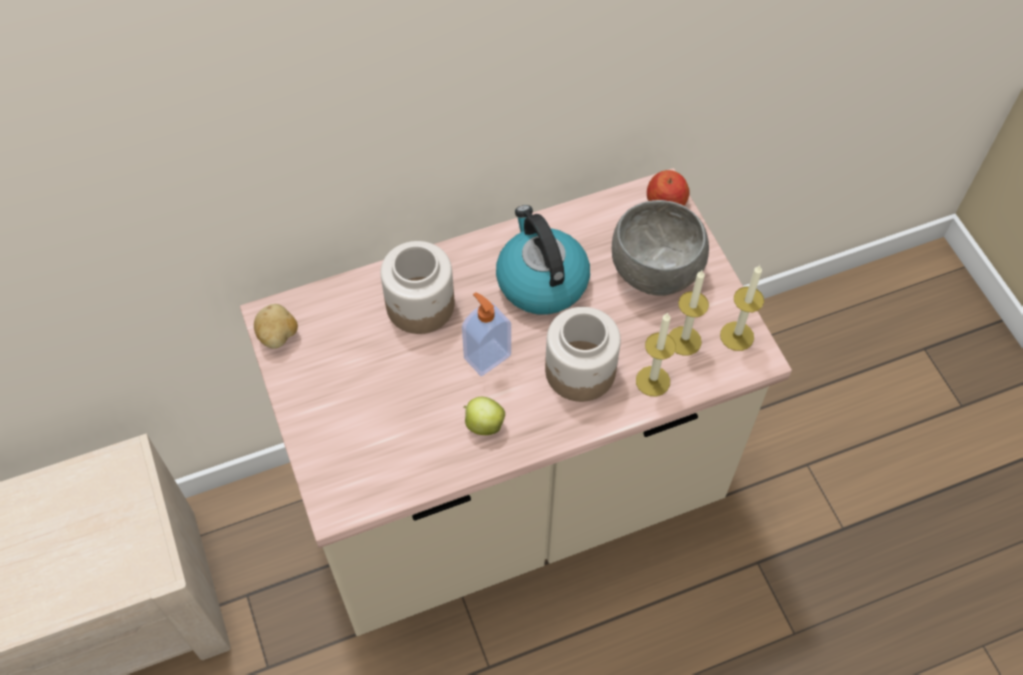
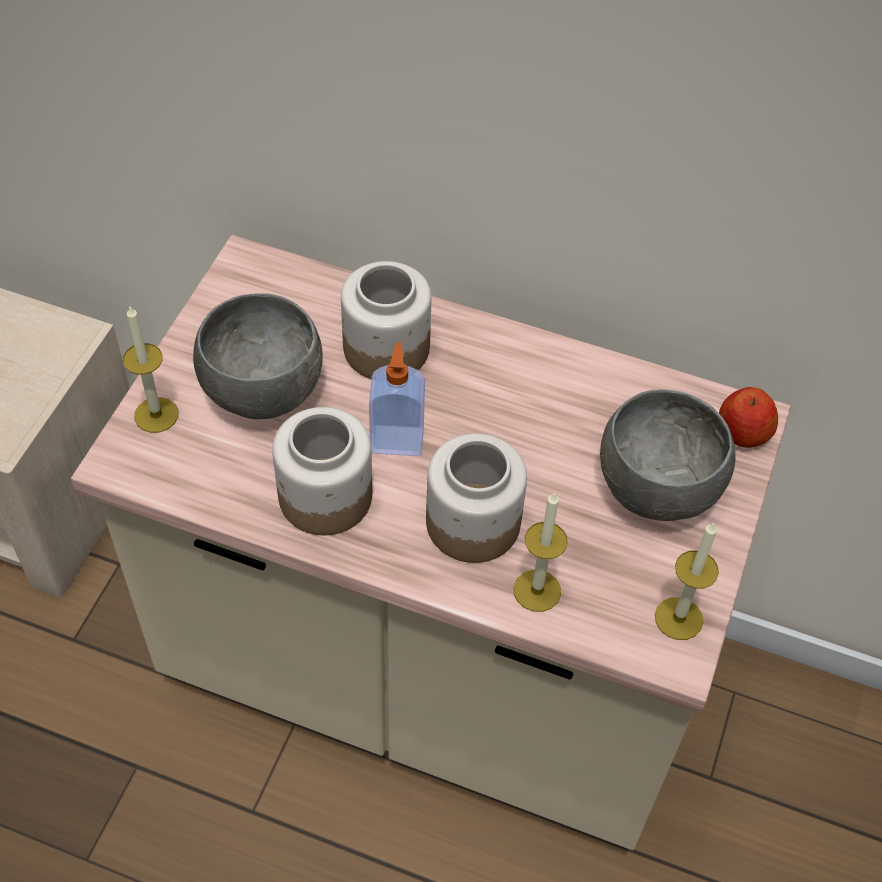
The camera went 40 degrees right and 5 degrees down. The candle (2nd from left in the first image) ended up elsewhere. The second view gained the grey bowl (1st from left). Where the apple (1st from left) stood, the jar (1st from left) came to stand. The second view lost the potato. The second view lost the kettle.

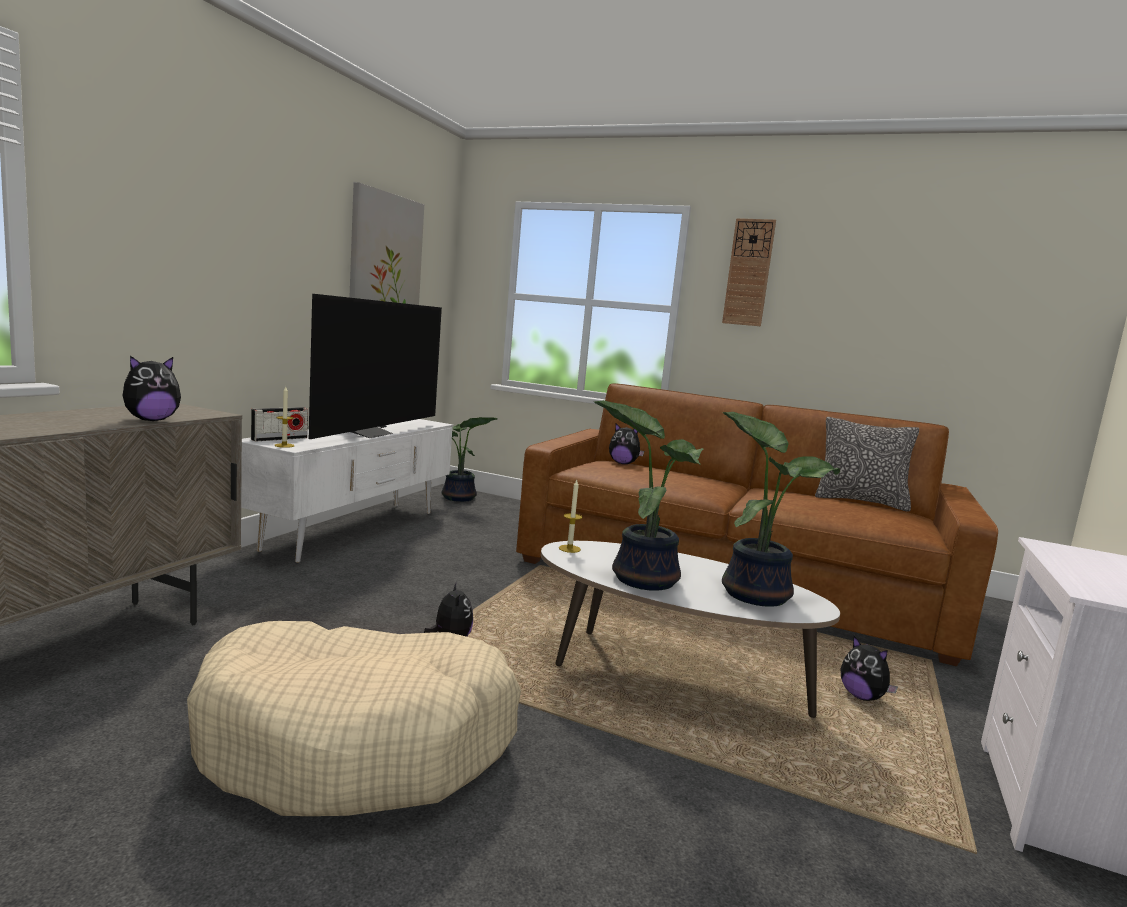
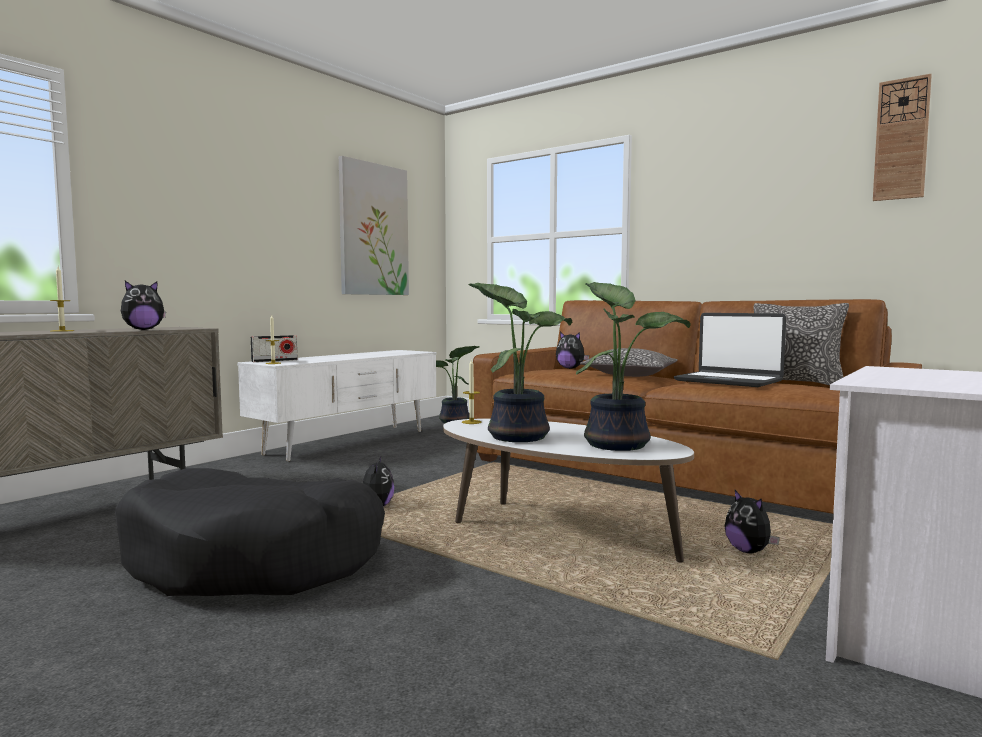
The camera went 15 degrees right and 5 degrees down. The second view gained the candle (1st from left). What was the beige dog bed turned into the black dog bed. The second view gained the pillow (1st from left). The second view gained the laptop. The wall clock ended up elsewhere. The second view lost the television.

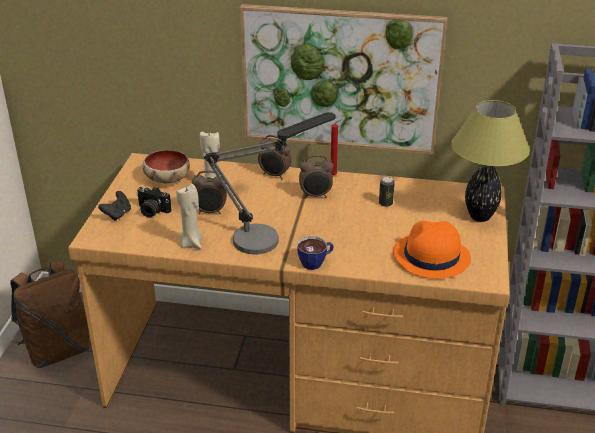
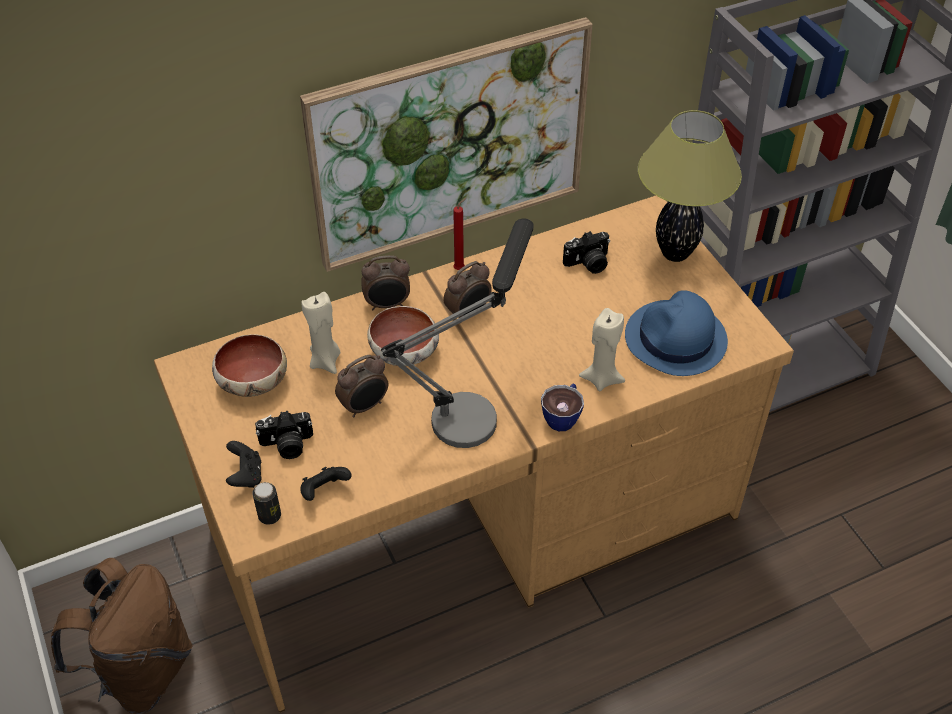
The camera went 35 degrees left and 15 degrees up. The can ended up elsewhere. The second view gained the black game controller (2nd from left). The second view gained the bowl (2nd from left). The second view gained the photo camera (2nd from left). The beige candle (1st from left in the first image) ended up elsewhere. What was the orange hat turned into the blue hat.

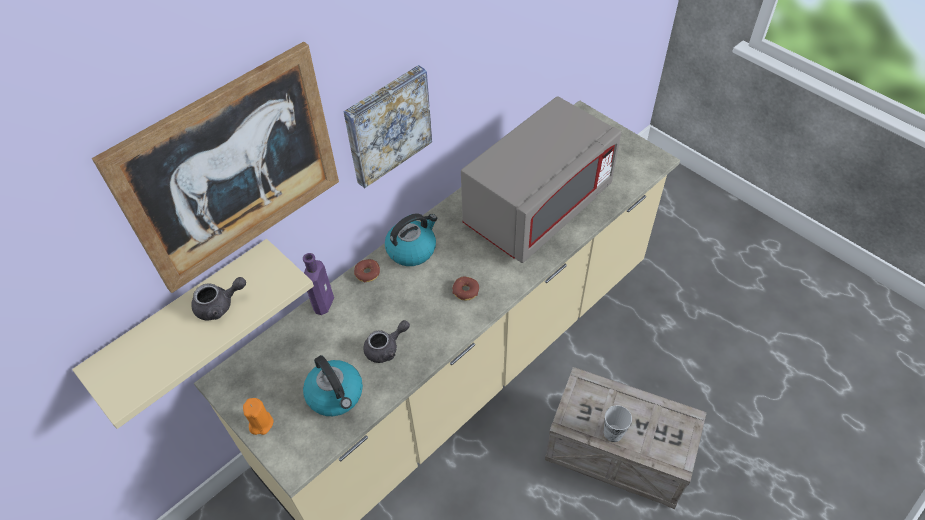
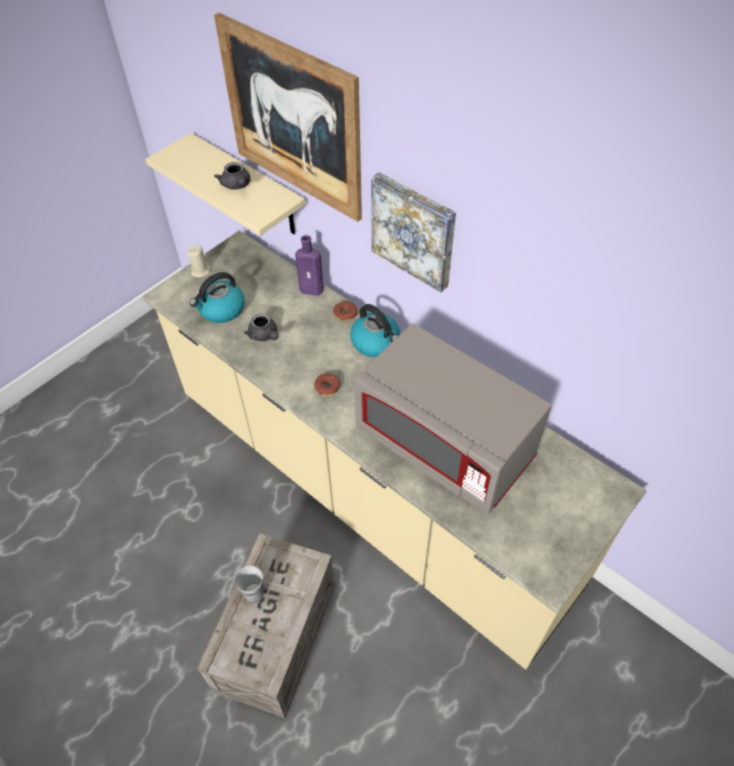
The camera went 85 degrees right and 0 degrees up. What was the orange candle turned into the beige candle.

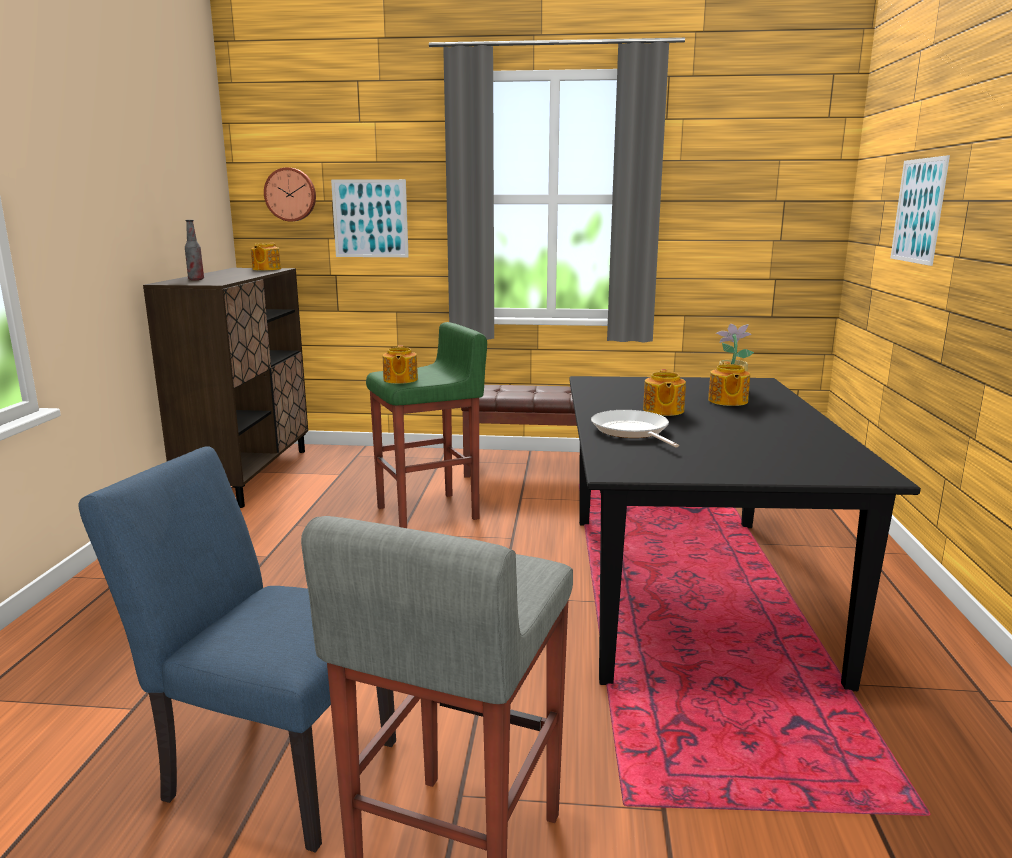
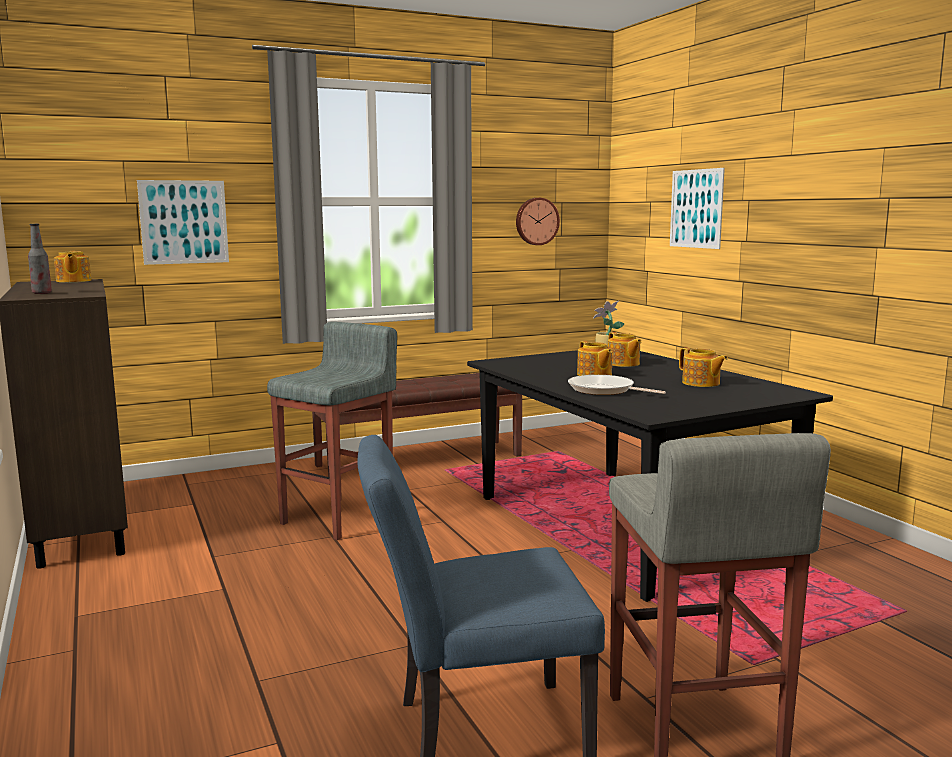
The camera went 30 degrees left and 5 degrees down. What was the green stool turned into the grey stool (1st from left). The wall clock ended up elsewhere. The teapot (2nd from left in the first image) ended up elsewhere.

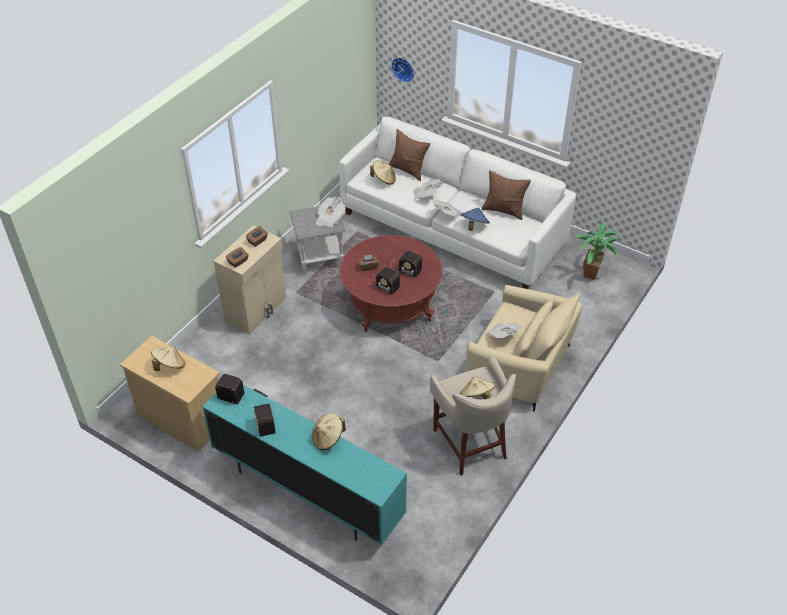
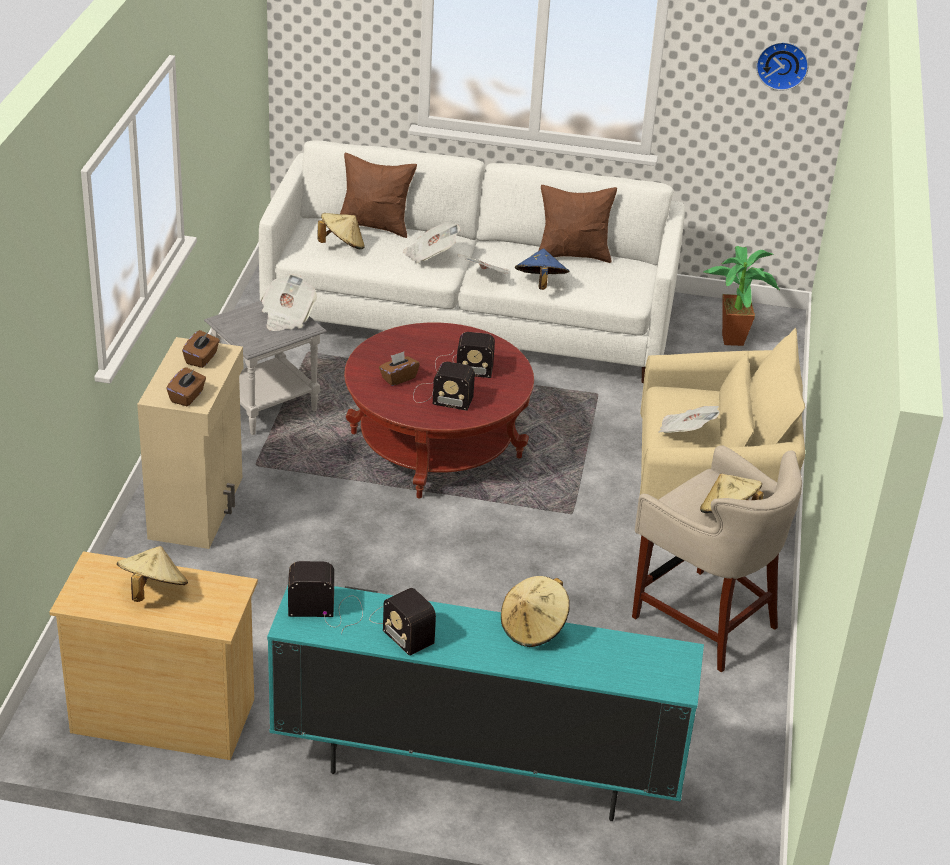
The camera went 25 degrees left and 10 degrees down. The wall clock ended up elsewhere.

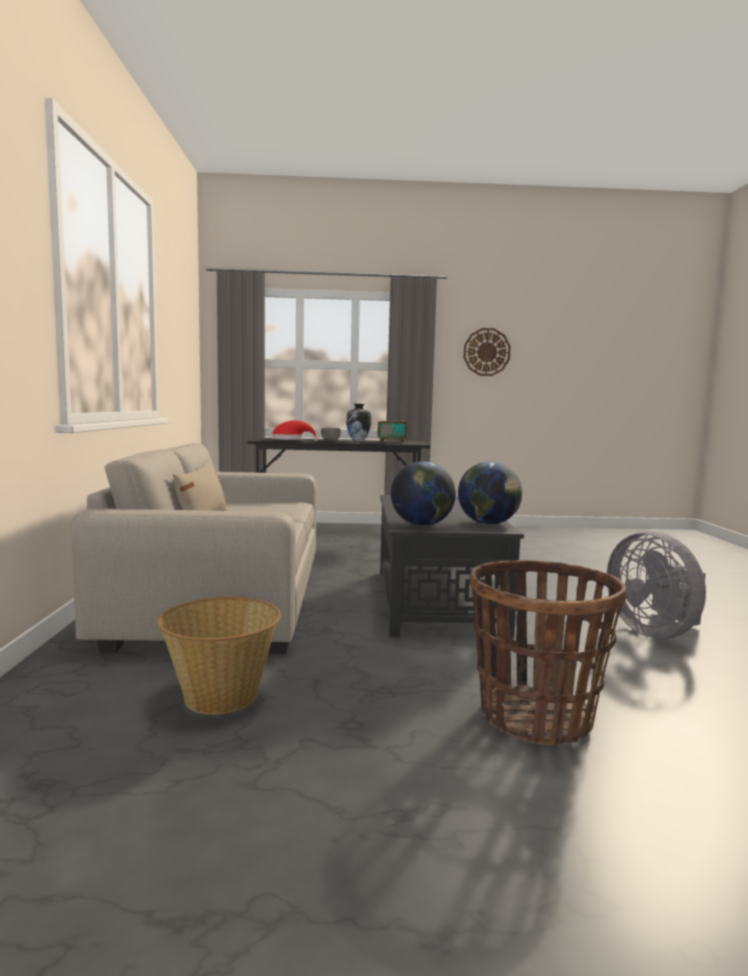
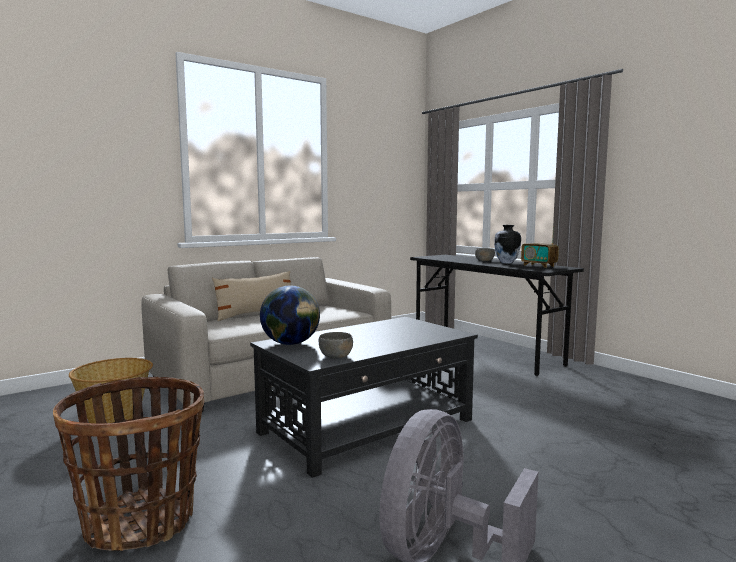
The camera went 55 degrees right and 0 degrees up. Where the globe (2nd from left) stood, the grey bowl (1st from left) came to stand. The second view lost the red hat. The second view lost the wall clock.

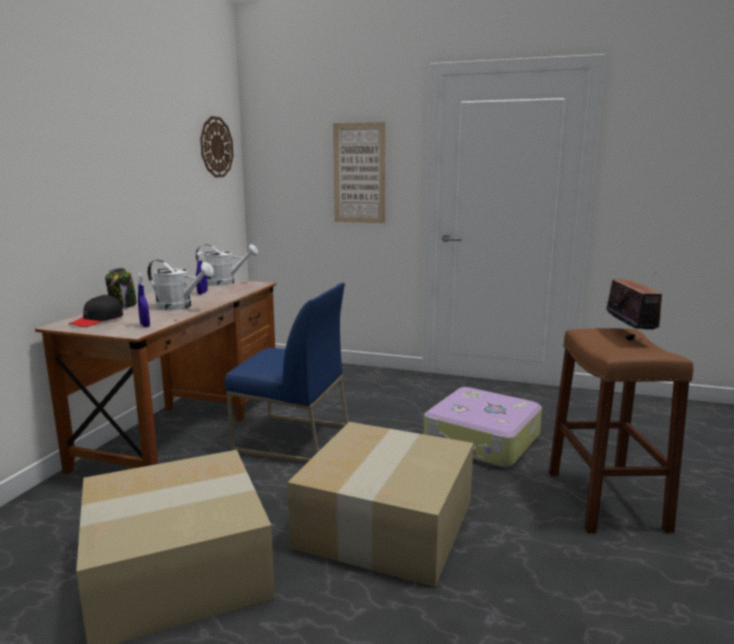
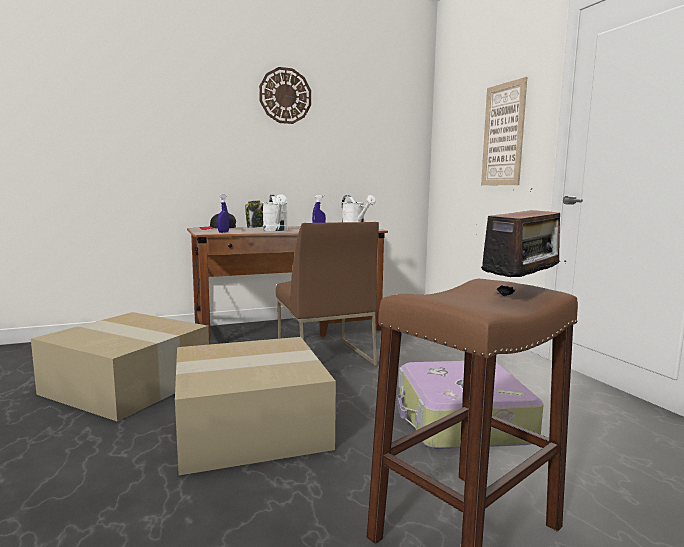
The camera went 50 degrees right and 5 degrees down. The wall clock ended up elsewhere. What was the blue chair turned into the brown chair.

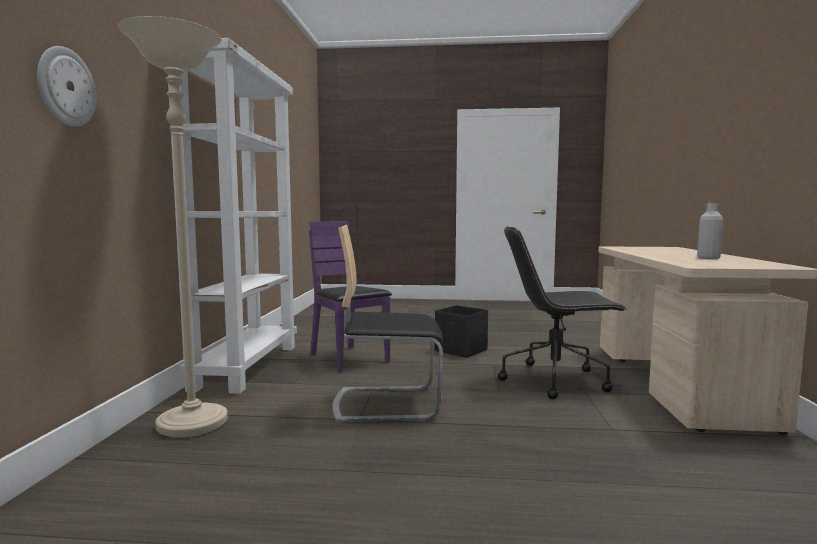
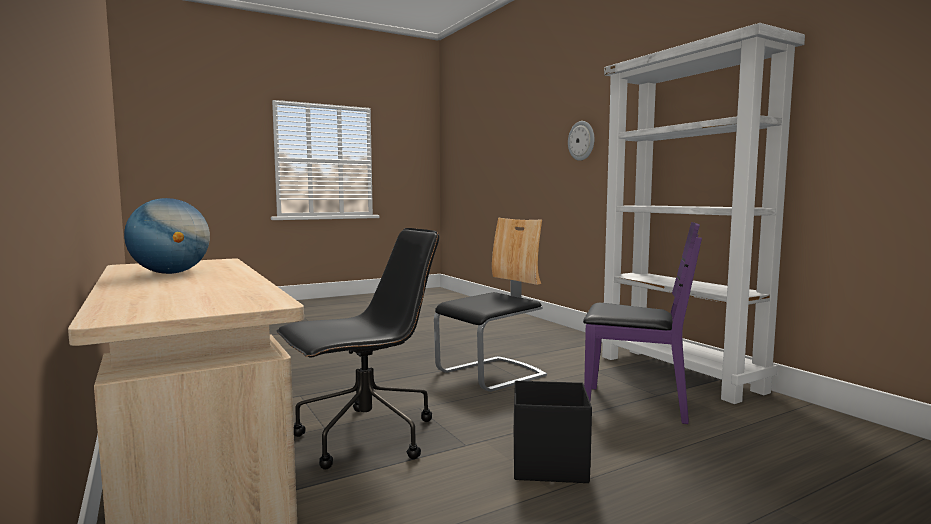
The camera went 145 degrees right and 0 degrees up. Where the grey bottle stood, the globe came to stand. The second view lost the beige floor lamp.

